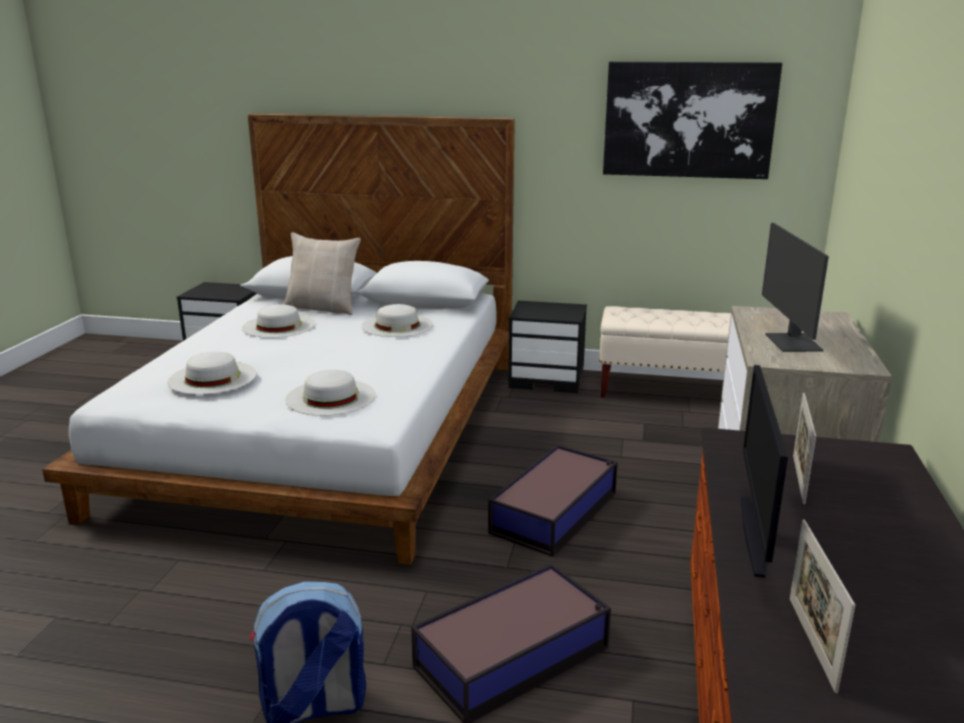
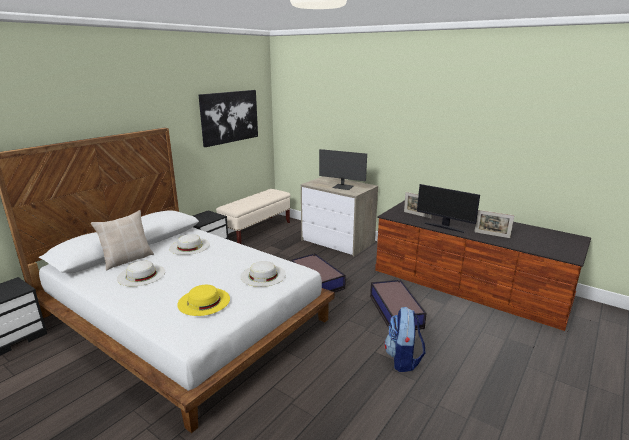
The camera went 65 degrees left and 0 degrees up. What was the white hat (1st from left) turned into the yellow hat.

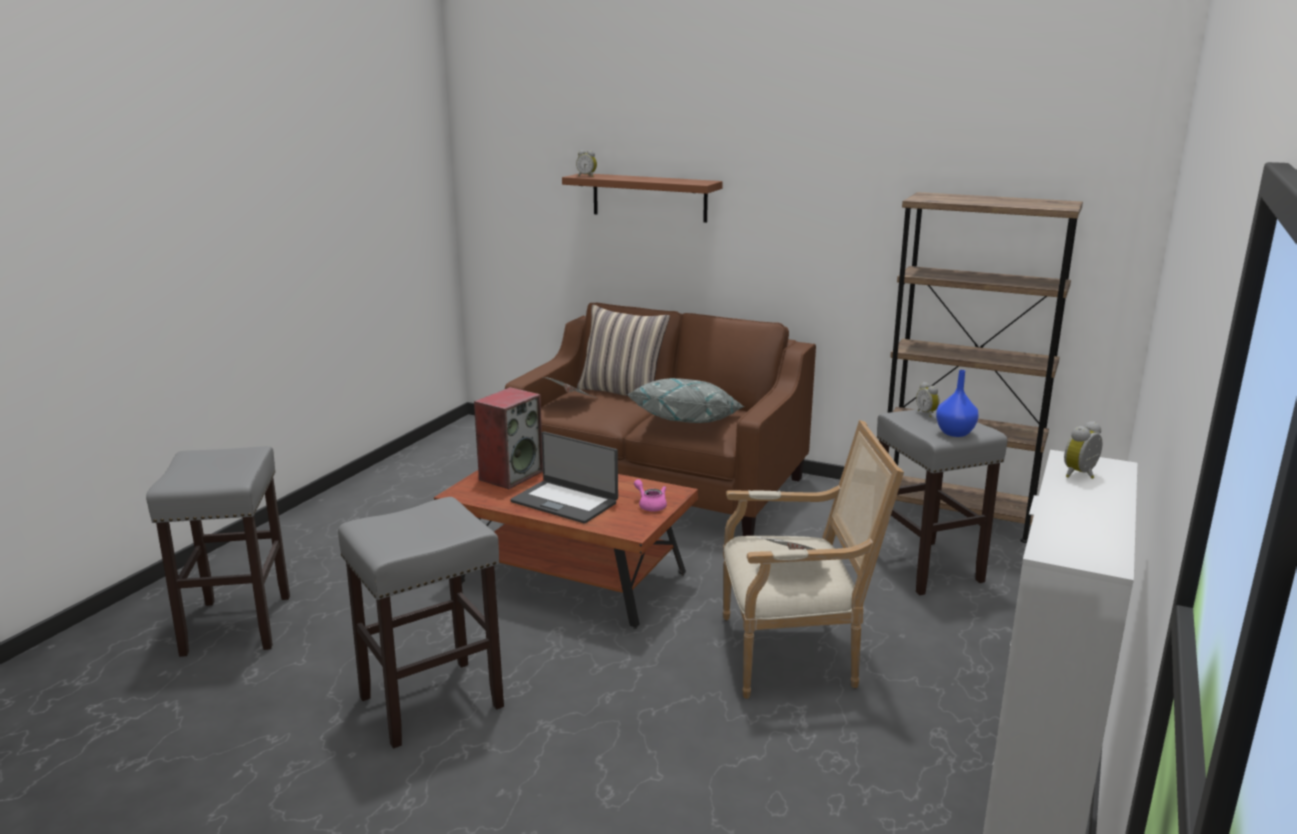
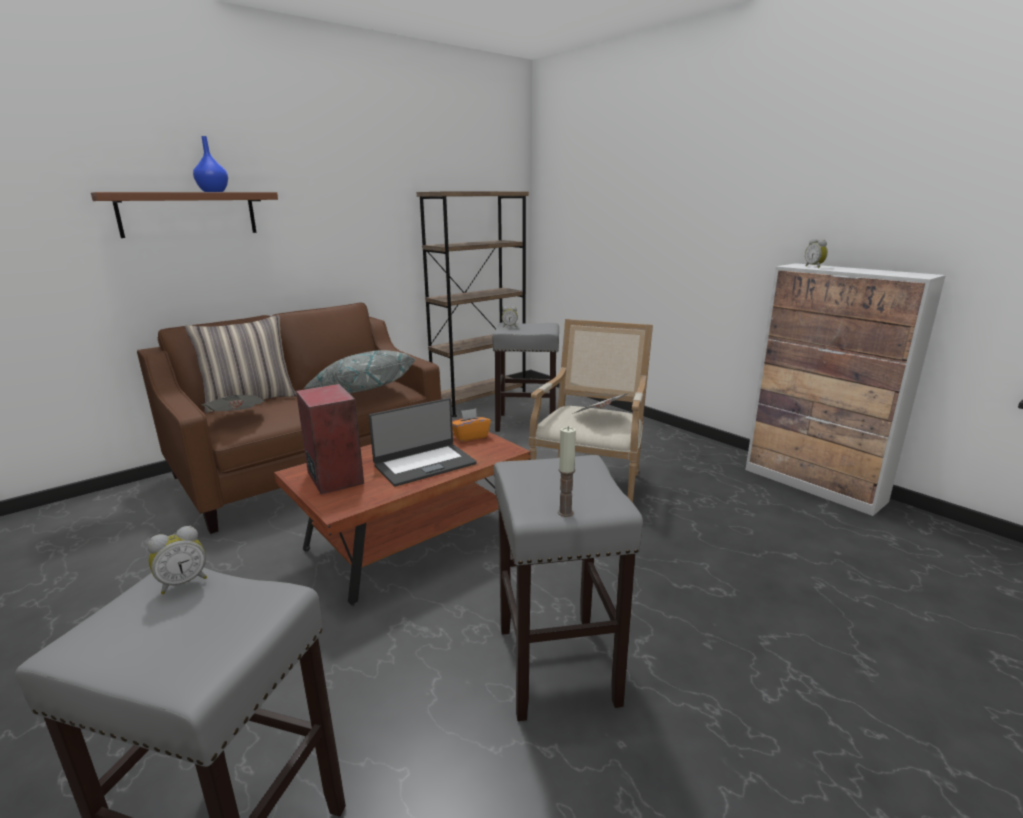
The camera went 65 degrees left and 0 degrees up. The alarm clock (1st from left) ended up elsewhere. The blue vase ended up elsewhere. Where the pink teapot stood, the orange tissue box came to stand. The second view gained the candle.

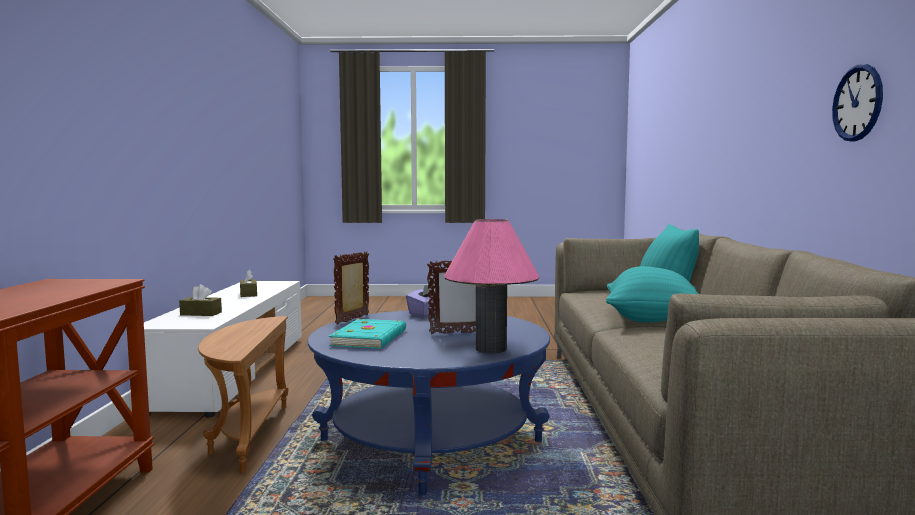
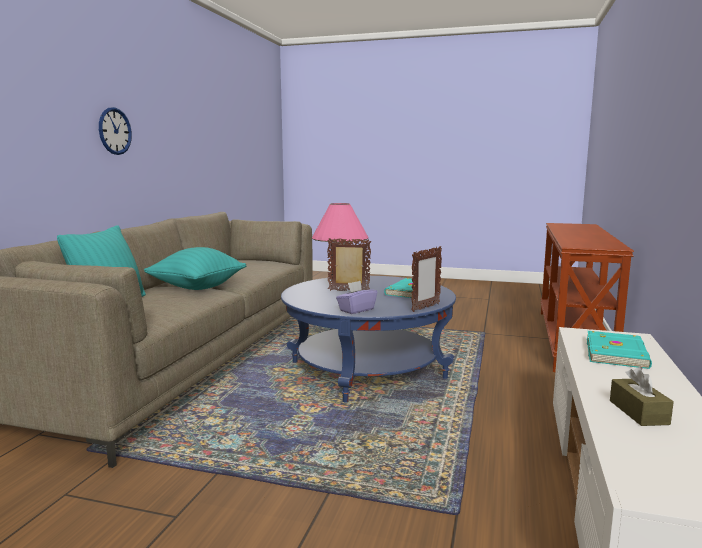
The camera went 165 degrees left and 5 degrees up. Where the brown tissue box (1st from left) stood, the turquoise book (2nd from left) came to stand. The second view lost the brown side table.

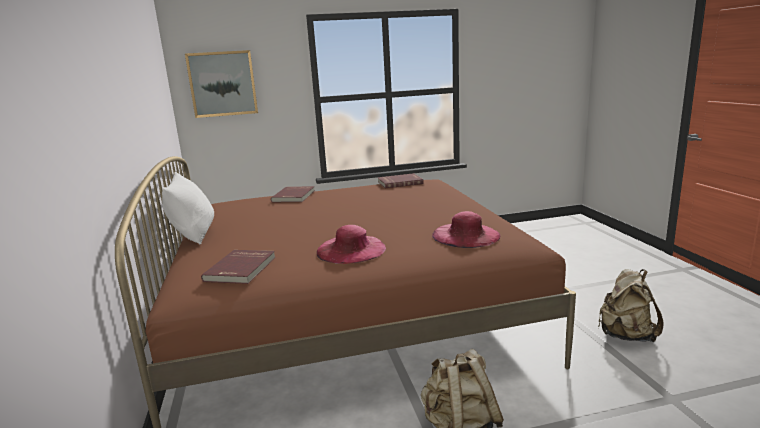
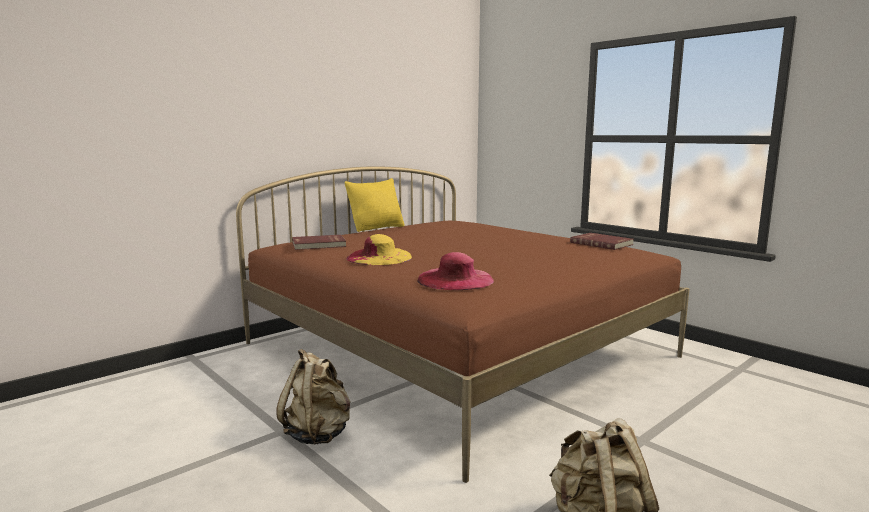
The camera went 60 degrees right and 5 degrees down. What was the white pillow turned into the yellow pillow. What was the pink hat (1st from left) turned into the yellow hat. The second view lost the picture. The second view lost the red book (2nd from left).

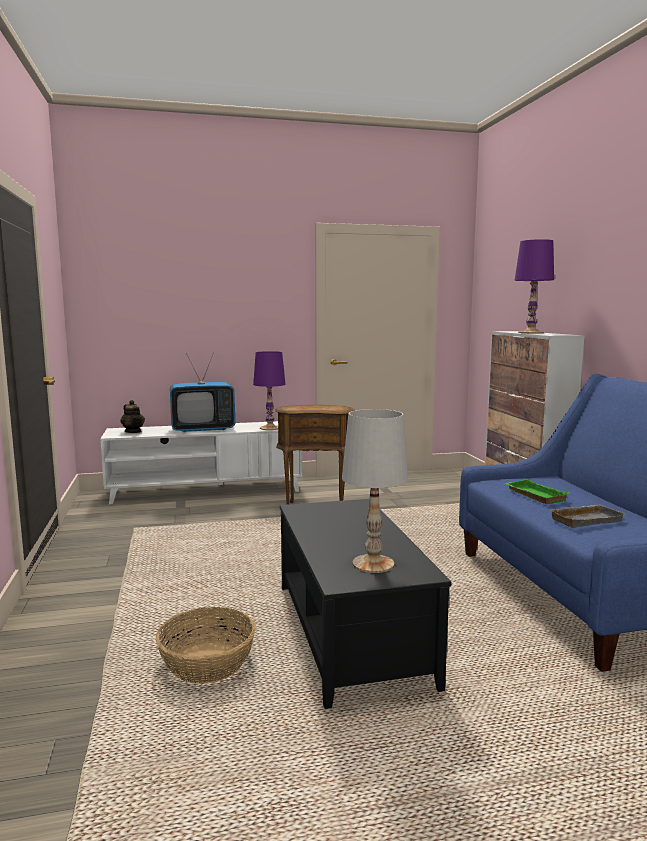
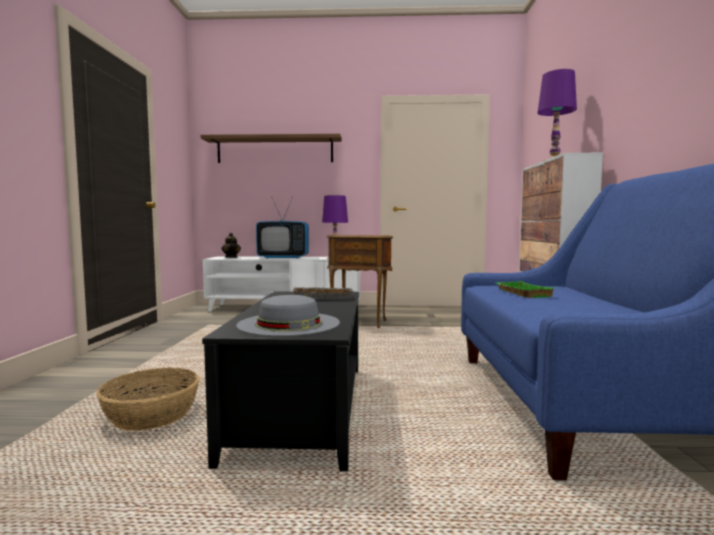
The camera went 15 degrees right and 5 degrees down. The second view gained the shelf. Where the white table lamp stood, the grey hat came to stand. The grey tray ended up elsewhere.

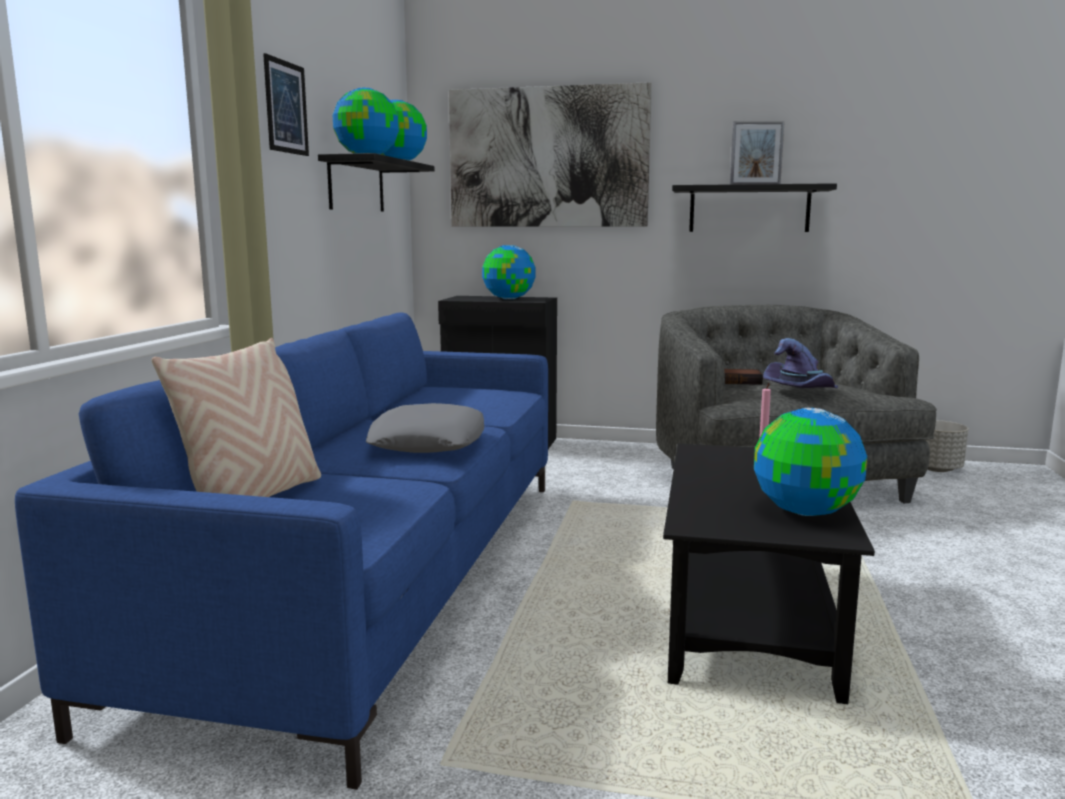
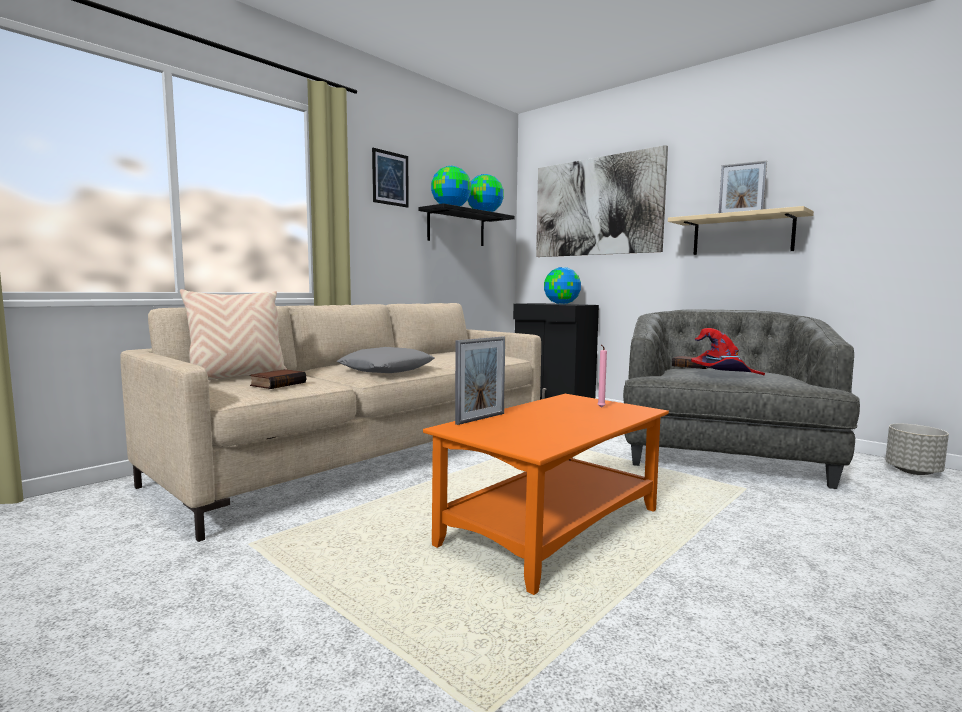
The camera went 30 degrees right and 5 degrees down. What was the blue sofa turned into the beige sofa. The second view gained the book (1st from left). What was the black coffee table turned into the orange coffee table. The second view gained the picture frame (1st from left). What was the black shelf (2nd from left) turned into the beige shelf. What was the purple hat turned into the red hat. The second view lost the globe (4th from left).

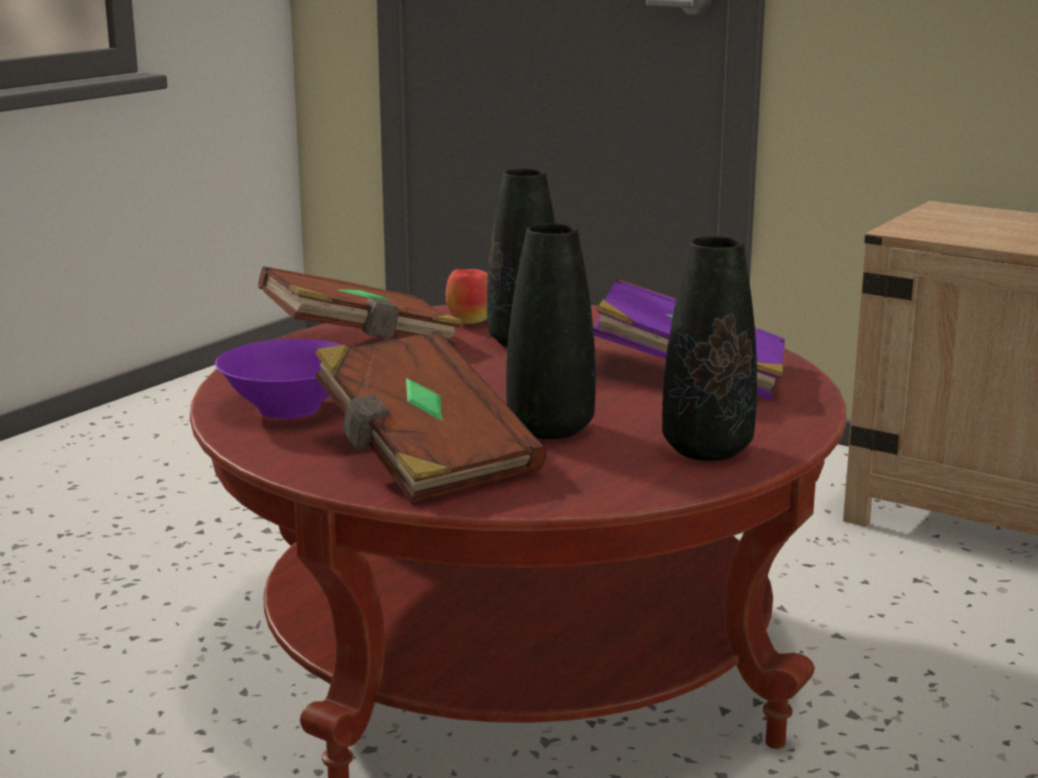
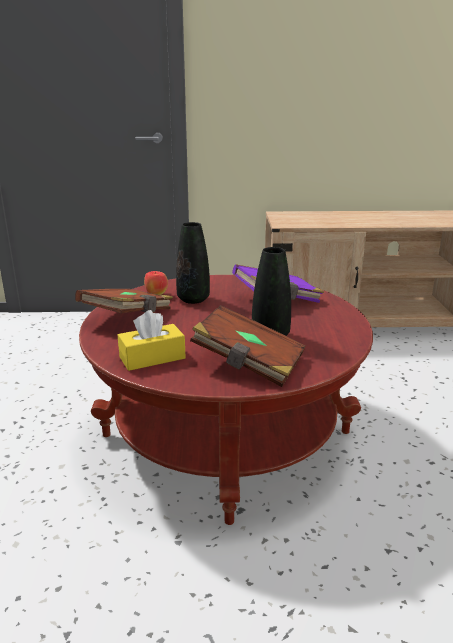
The camera went 35 degrees left and 5 degrees up. Where the purple bowl stood, the yellow tissue box came to stand. The second view lost the black vase (3rd from left).

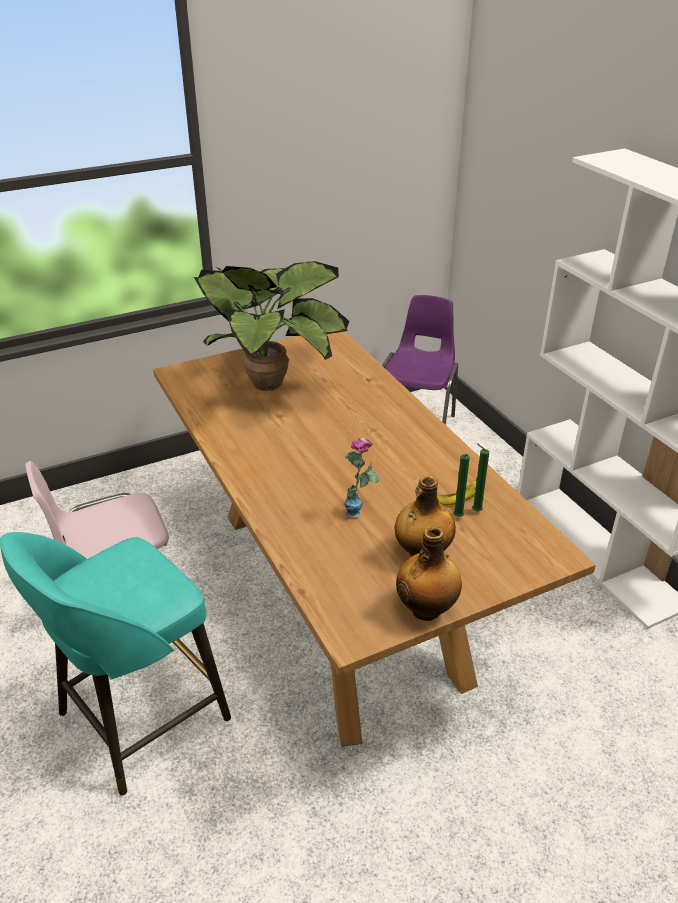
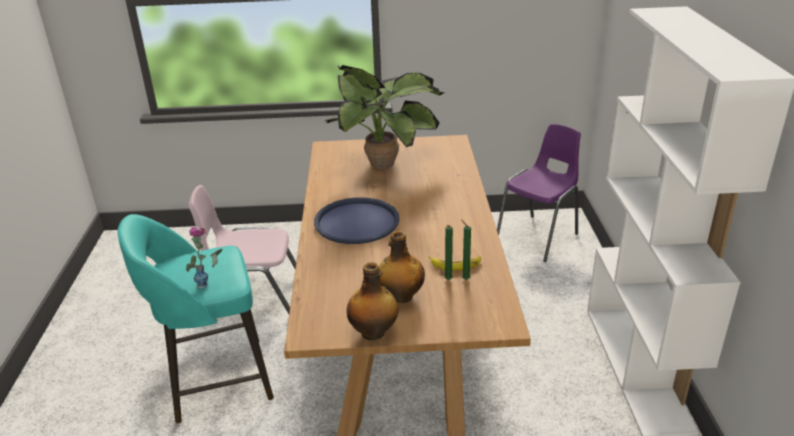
The camera went 25 degrees right and 5 degrees down. The vase ended up elsewhere. The second view gained the blue tray.

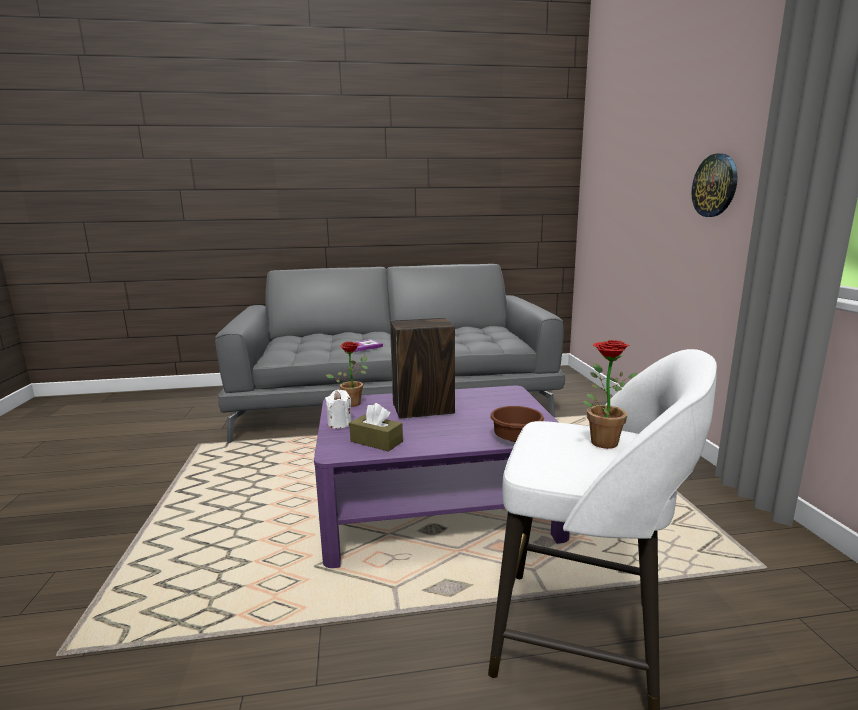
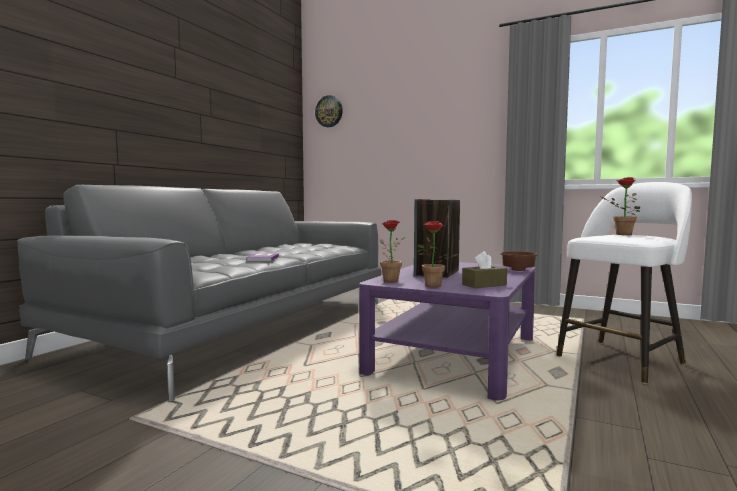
The camera went 55 degrees left and 10 degrees down. The wall clock ended up elsewhere. Where the white candle stood, the potted plant (2nd from left) came to stand.

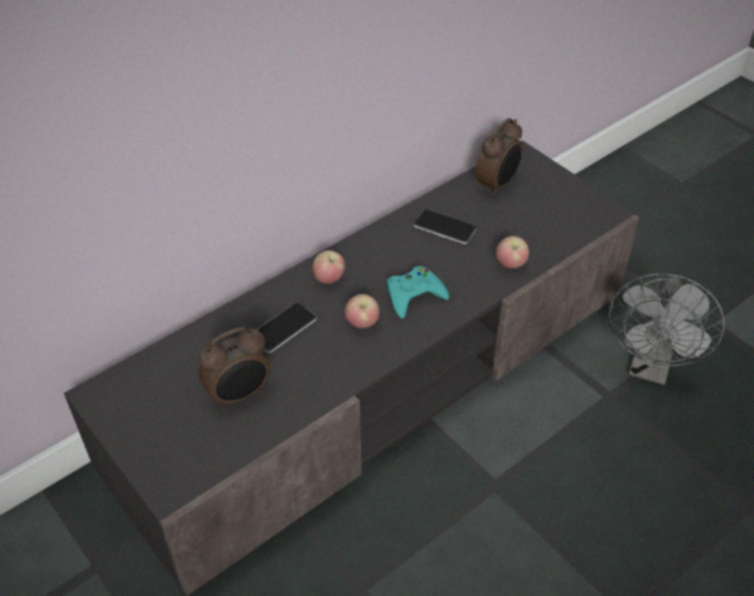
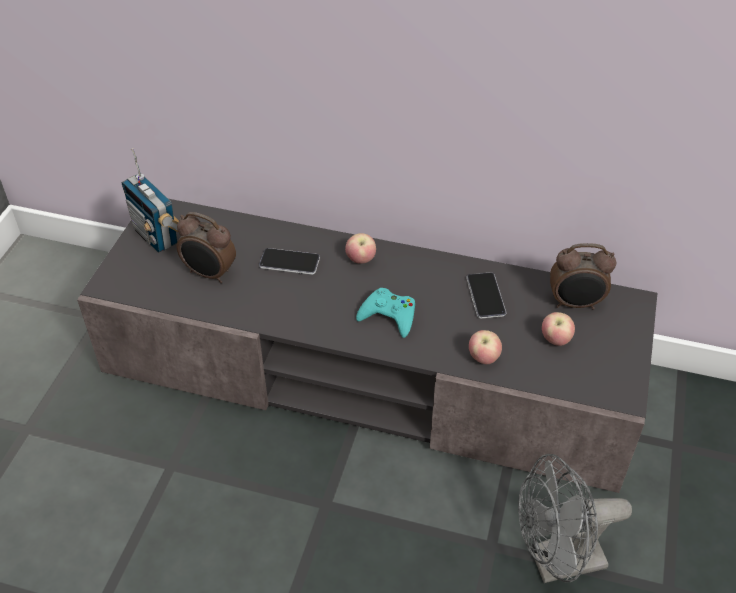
The camera went 55 degrees right and 0 degrees up. The second view gained the radio. The apple (2nd from left in the first image) ended up elsewhere.

